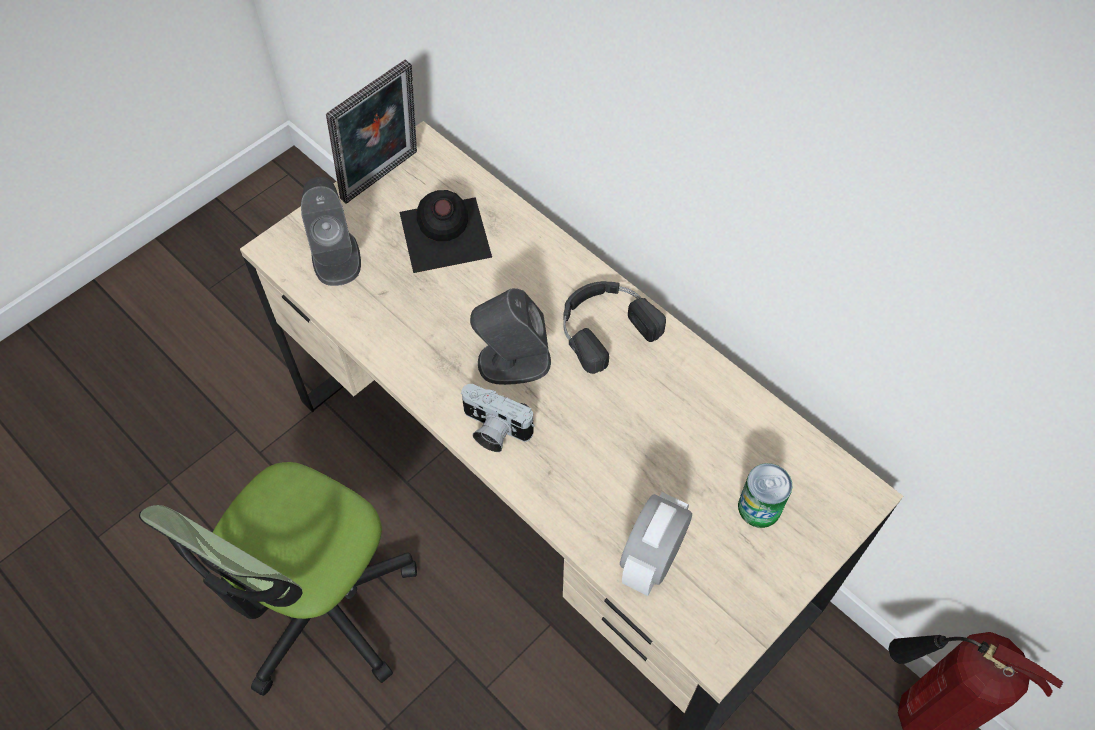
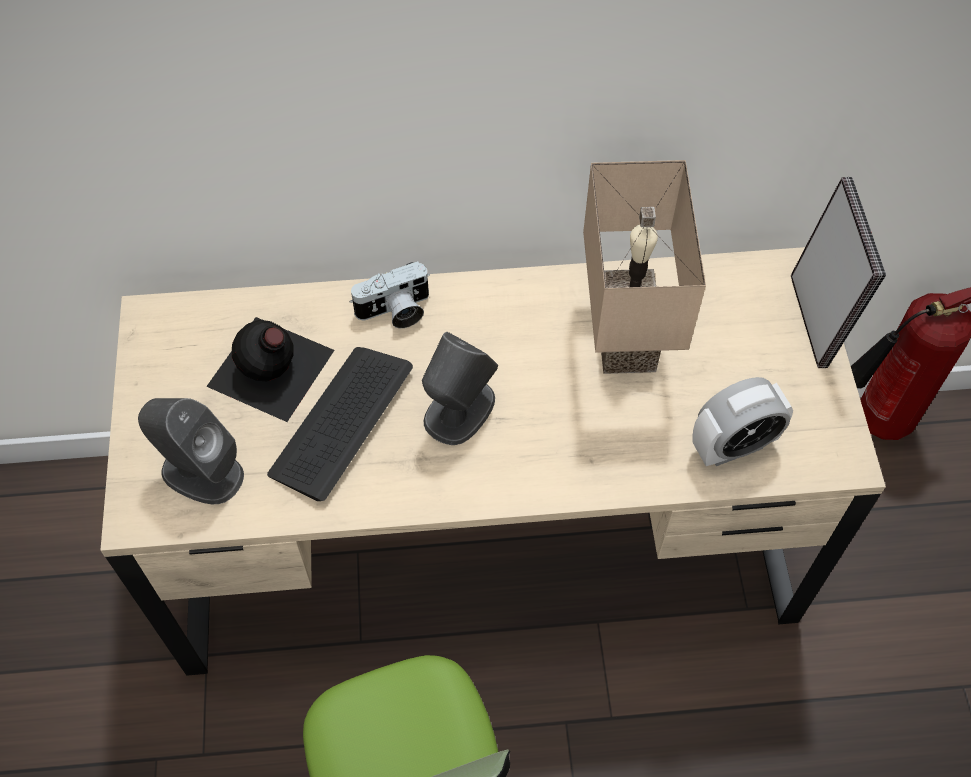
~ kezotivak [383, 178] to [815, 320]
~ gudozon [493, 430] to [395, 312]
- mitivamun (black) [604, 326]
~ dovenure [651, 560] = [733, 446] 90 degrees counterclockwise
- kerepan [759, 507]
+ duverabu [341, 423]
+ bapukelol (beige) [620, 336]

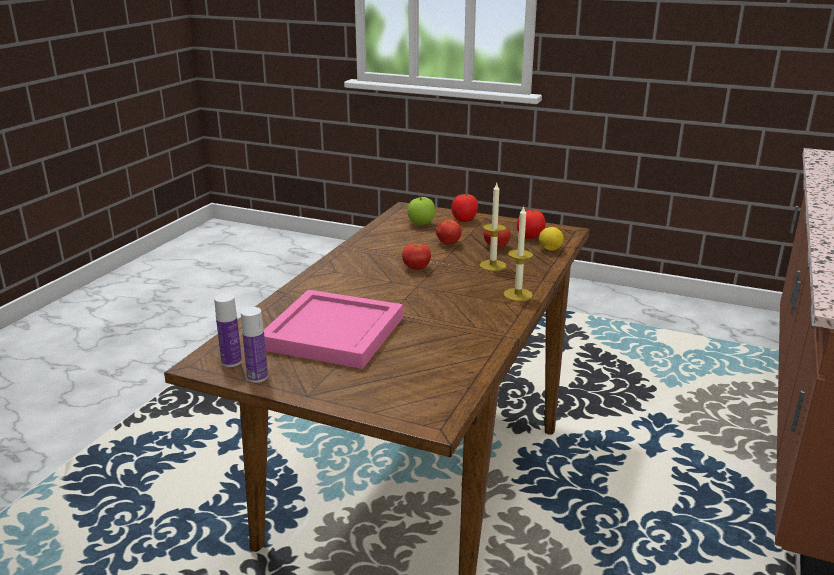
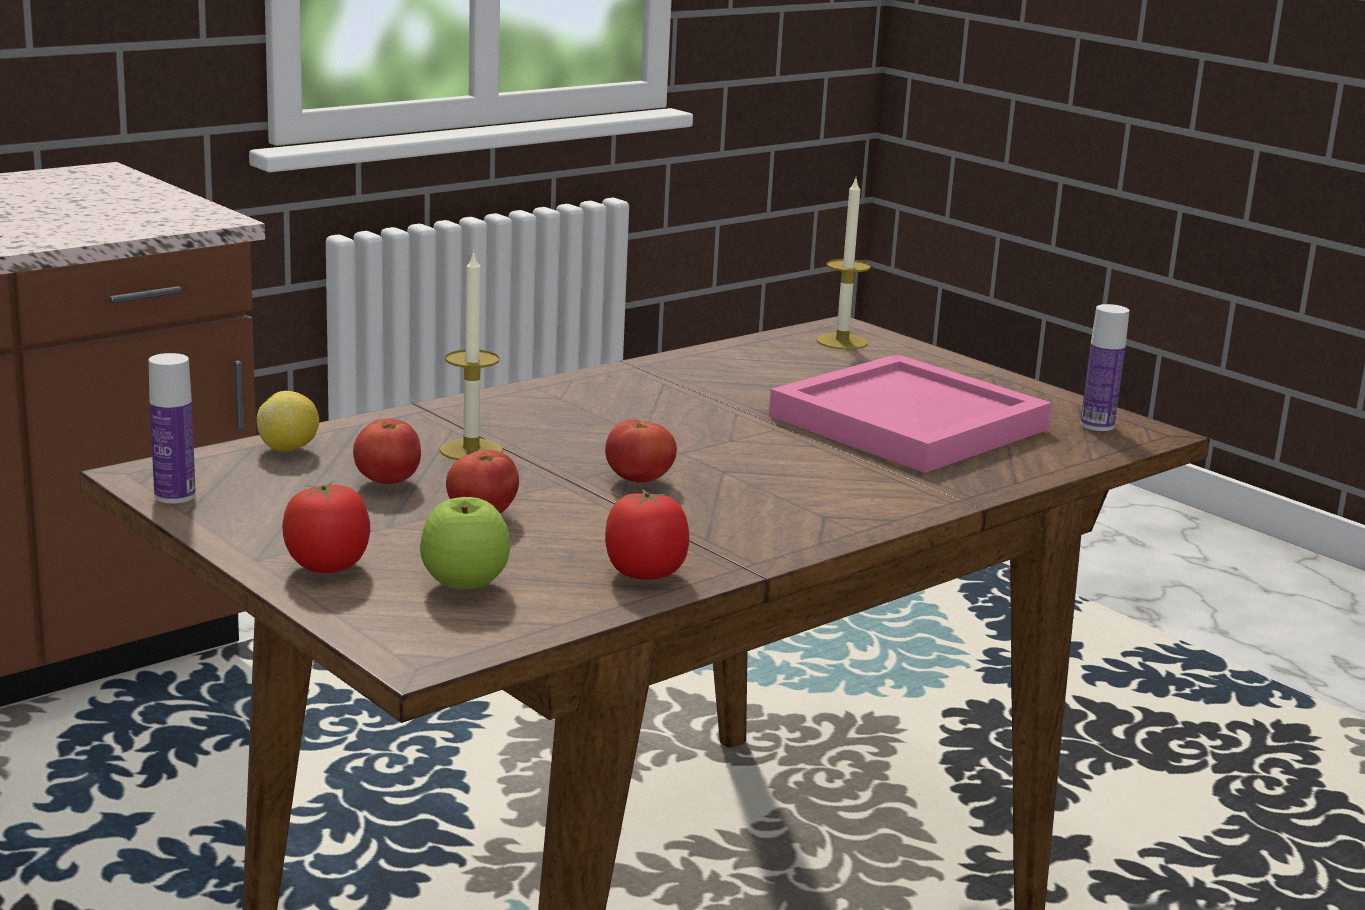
~ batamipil [257, 377] to [175, 496]
~ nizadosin [518, 294] to [842, 342]
~ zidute [529, 236] to [645, 573]

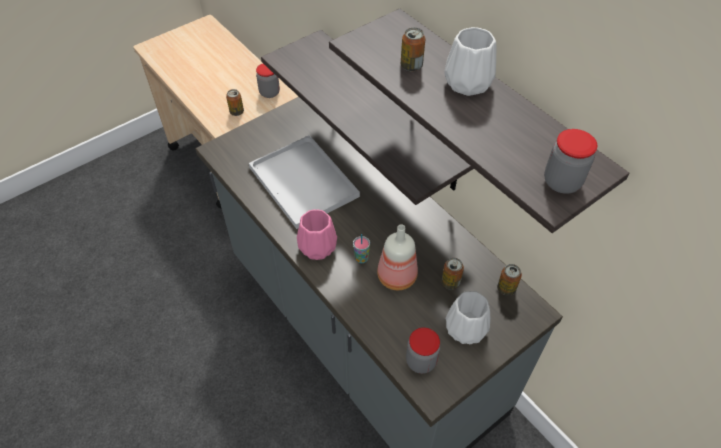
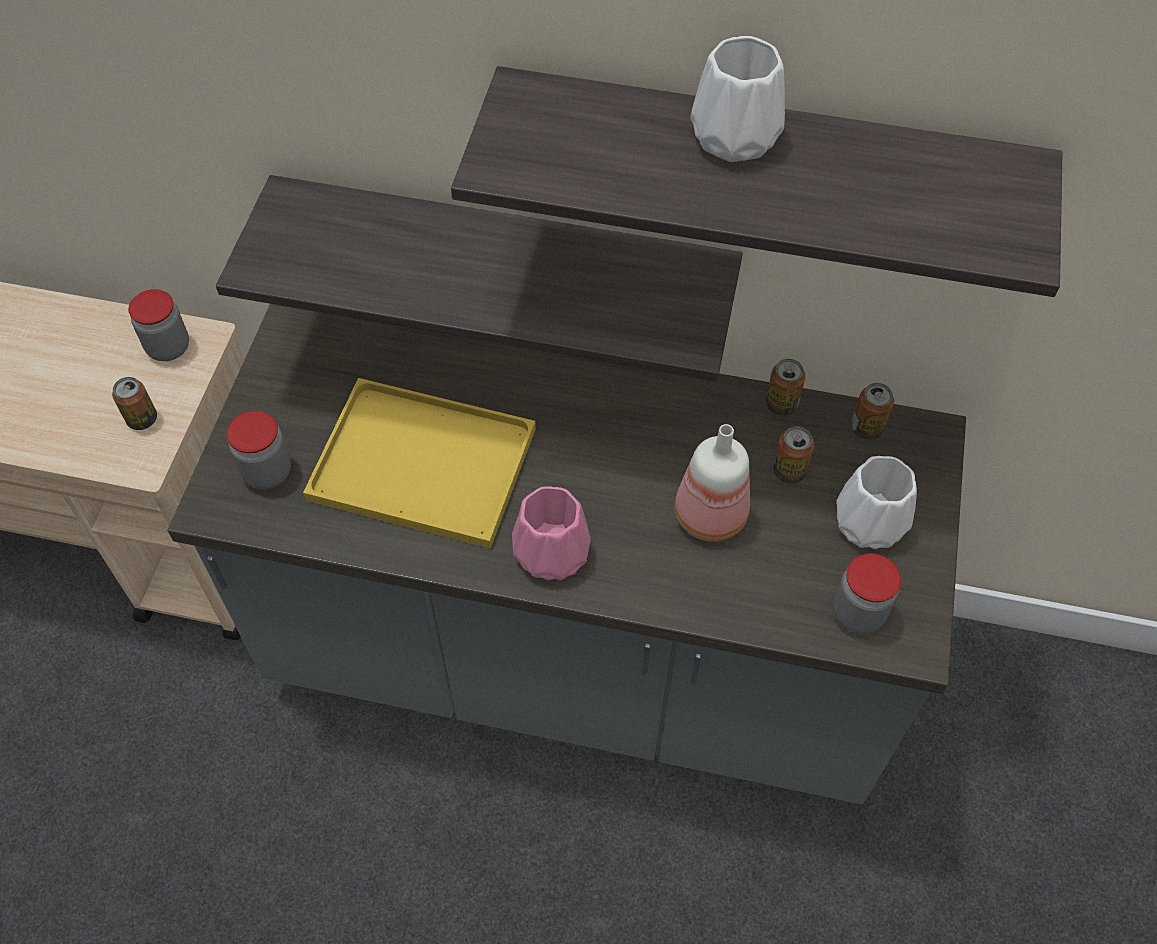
~ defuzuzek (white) [301, 181] to defuzuzek (yellow) [418, 465]
- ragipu [361, 258]
~ kerepan [411, 66] to [781, 404]
~ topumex [562, 182] to [267, 472]

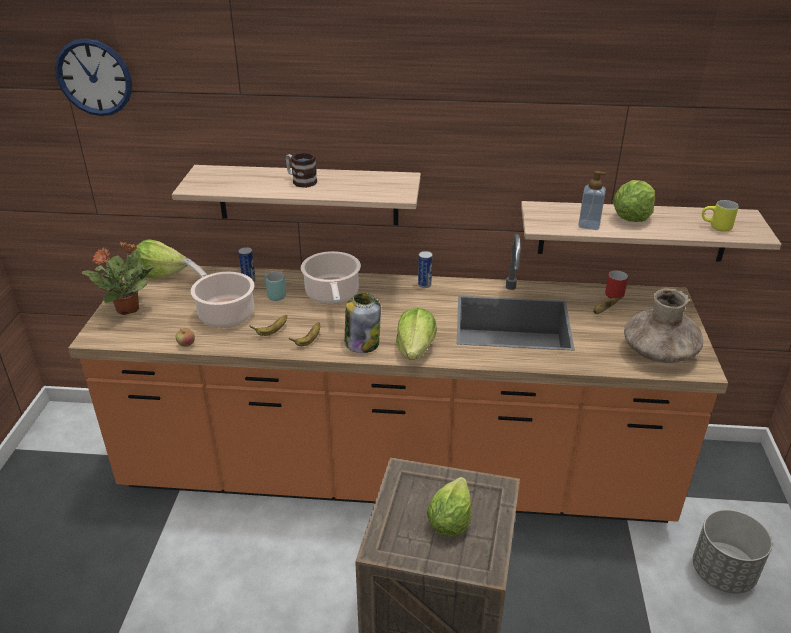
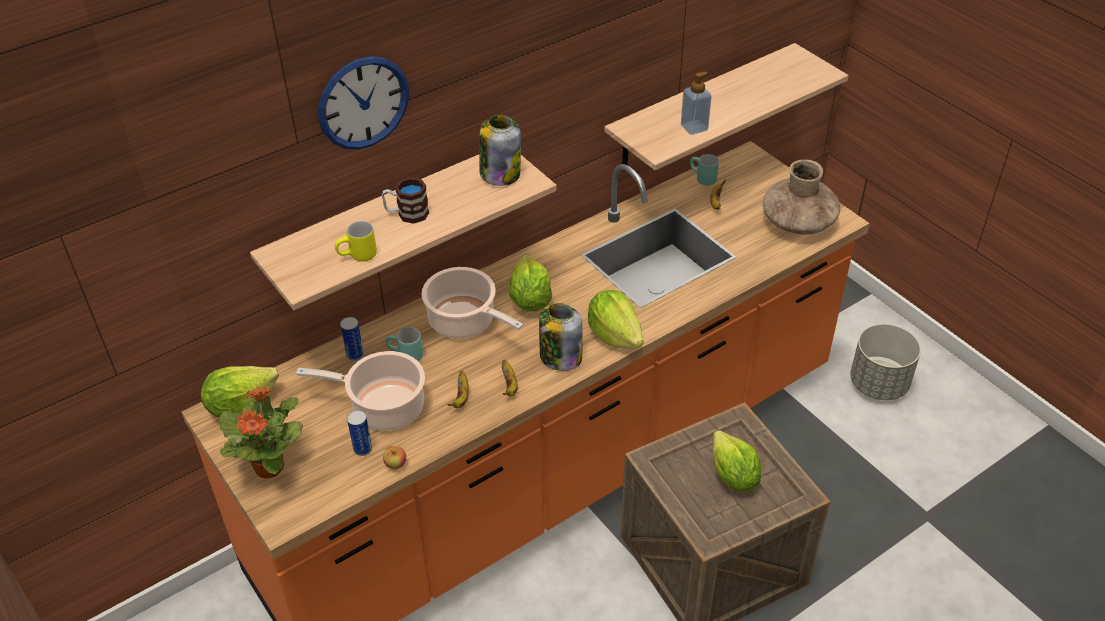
~ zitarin [94, 77] to [363, 103]
~ kerepan [424, 285] to [363, 449]
~ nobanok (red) [611, 293] to nobanok (turquoise) [701, 179]
~ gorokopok [632, 217] to [529, 300]
~ nobanok (yellow) [716, 228] to [358, 257]
+ topumex [500, 173]

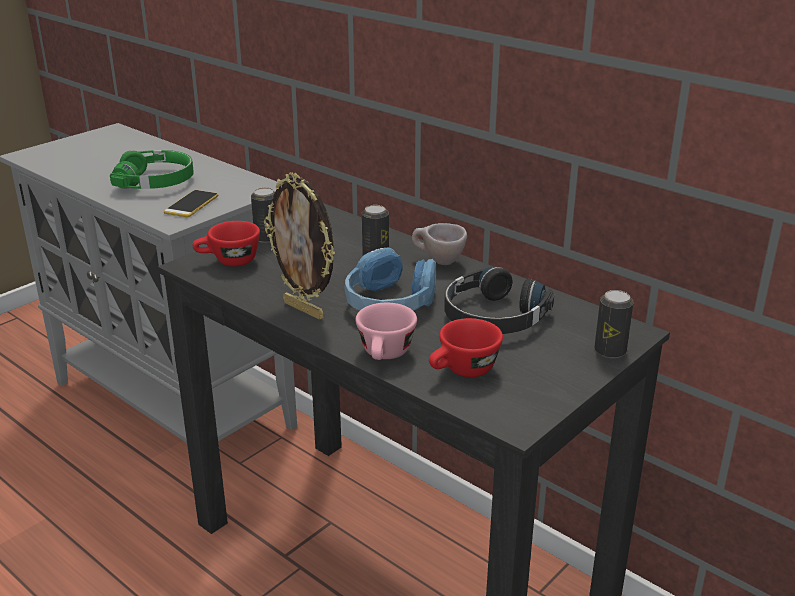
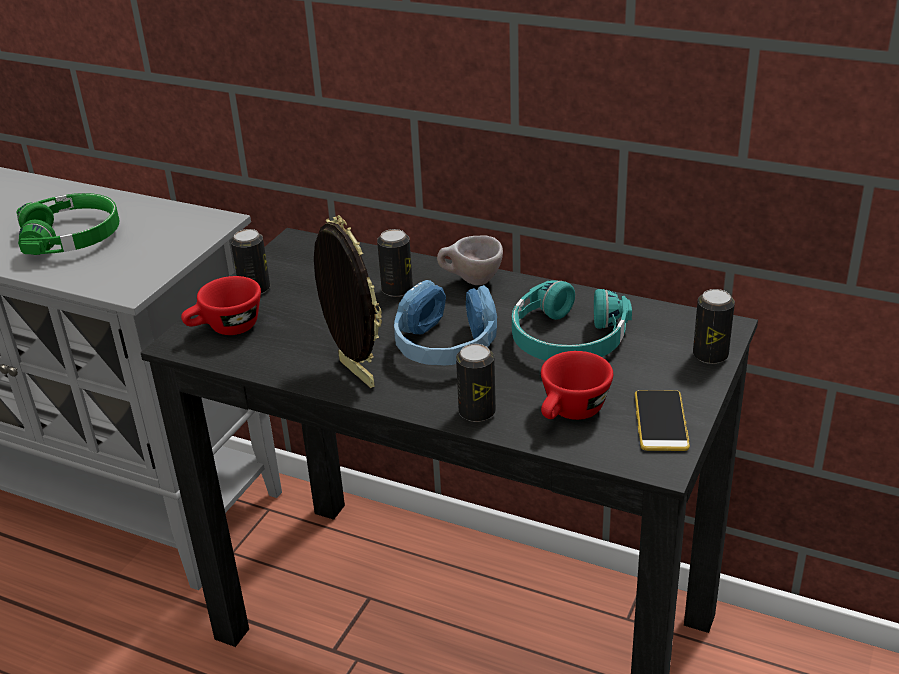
~ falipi [191, 204] to [661, 421]
~ kezotivak [305, 310] = [353, 374] 150 degrees counterclockwise
~ ragipu (pink) [385, 355] to kerepan [477, 412]
~ mitivamun (black) [492, 316] to mitivamun (turquoise) [567, 339]

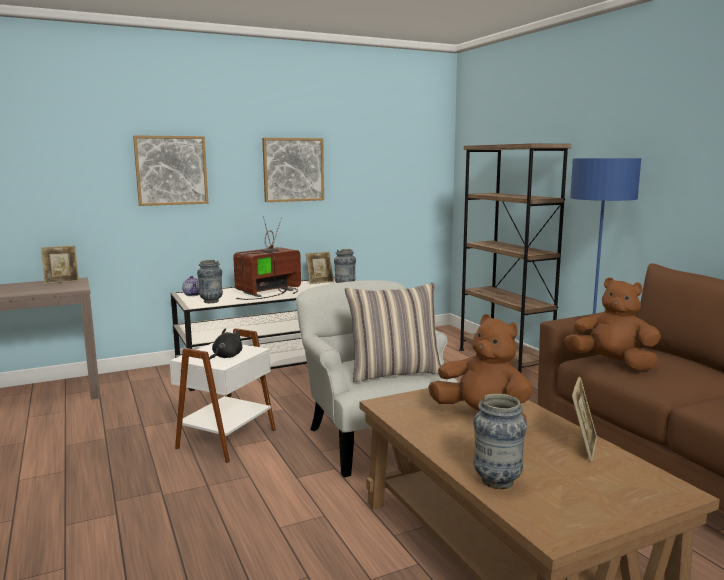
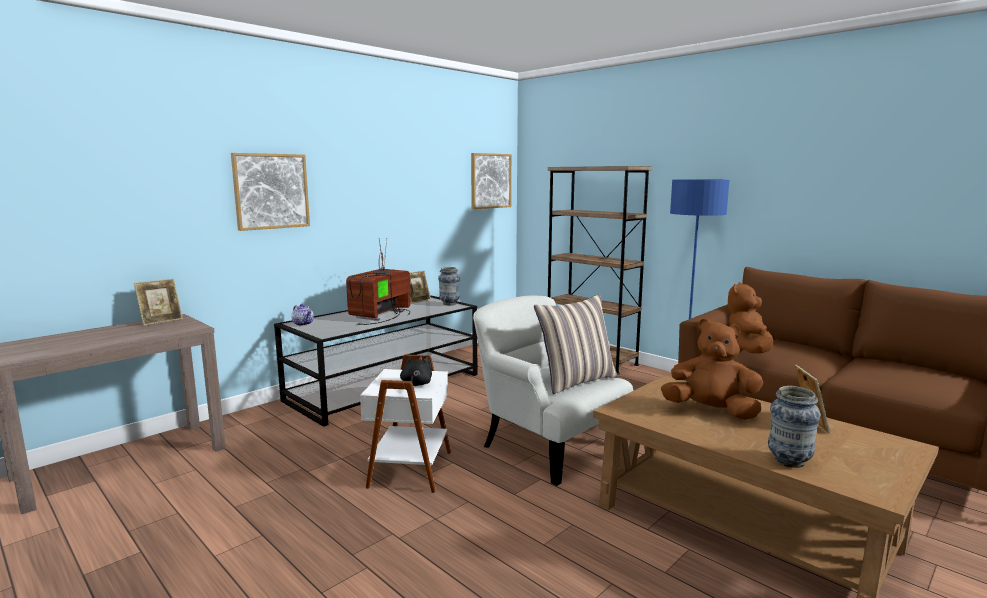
- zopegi [211, 301]
~ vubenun [293, 169] to [490, 181]
~ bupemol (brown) [612, 363] = [749, 352] 75 degrees counterclockwise

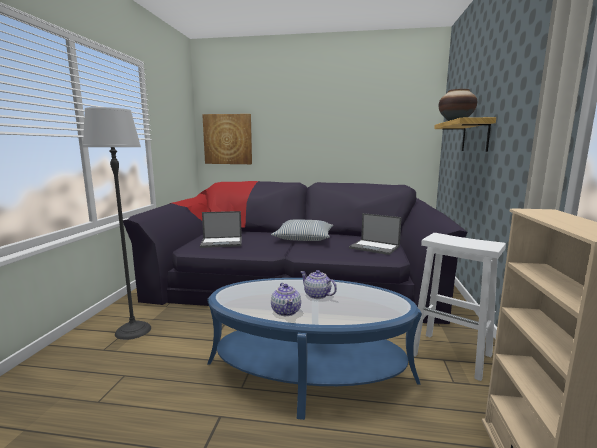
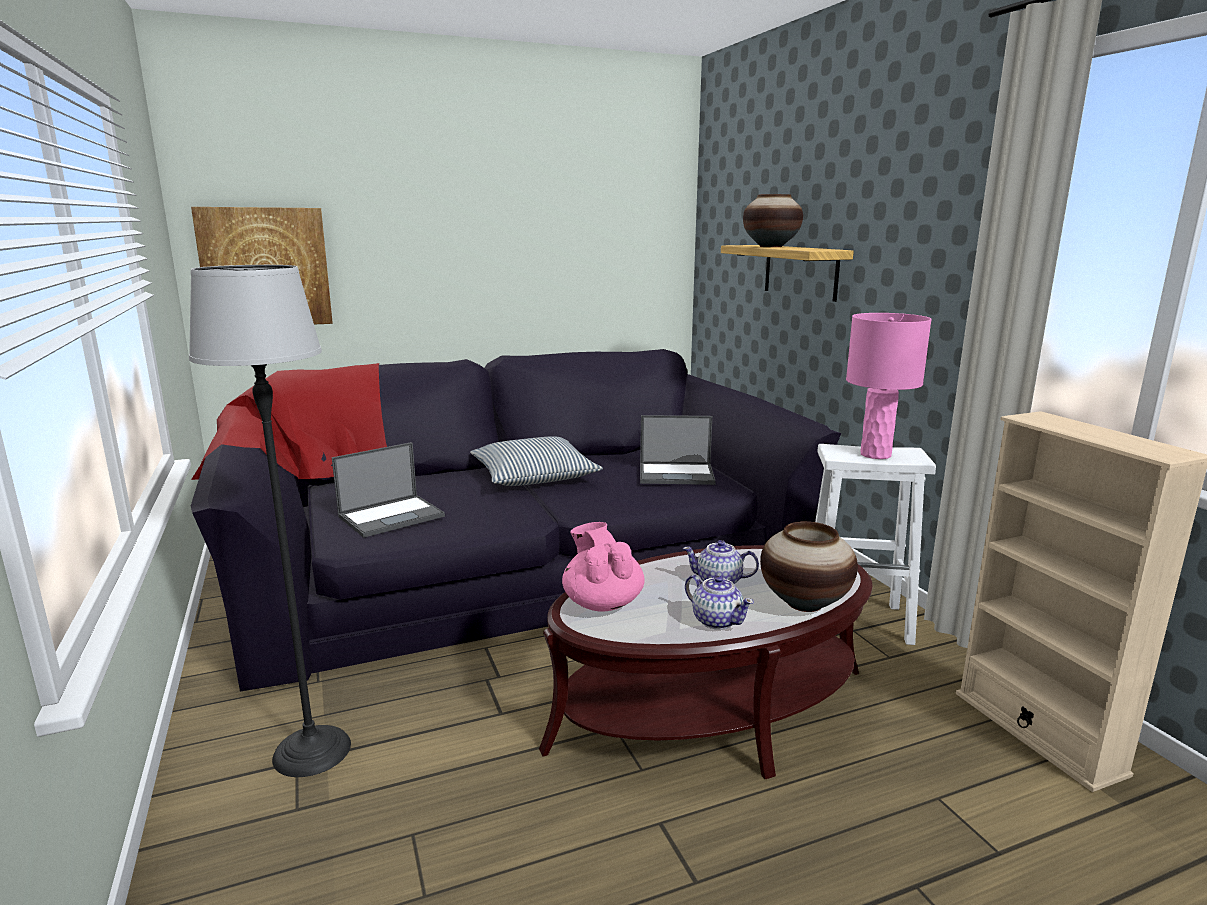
~ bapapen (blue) [309, 371] to bapapen (brown) [710, 708]
+ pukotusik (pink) [602, 603]
+ zopegi [804, 603]
+ bapukelol (pink) [876, 455]

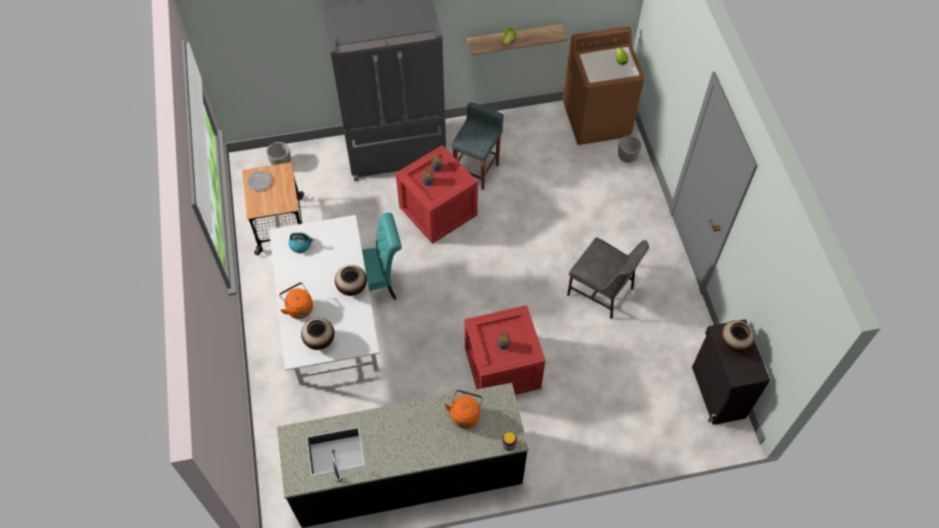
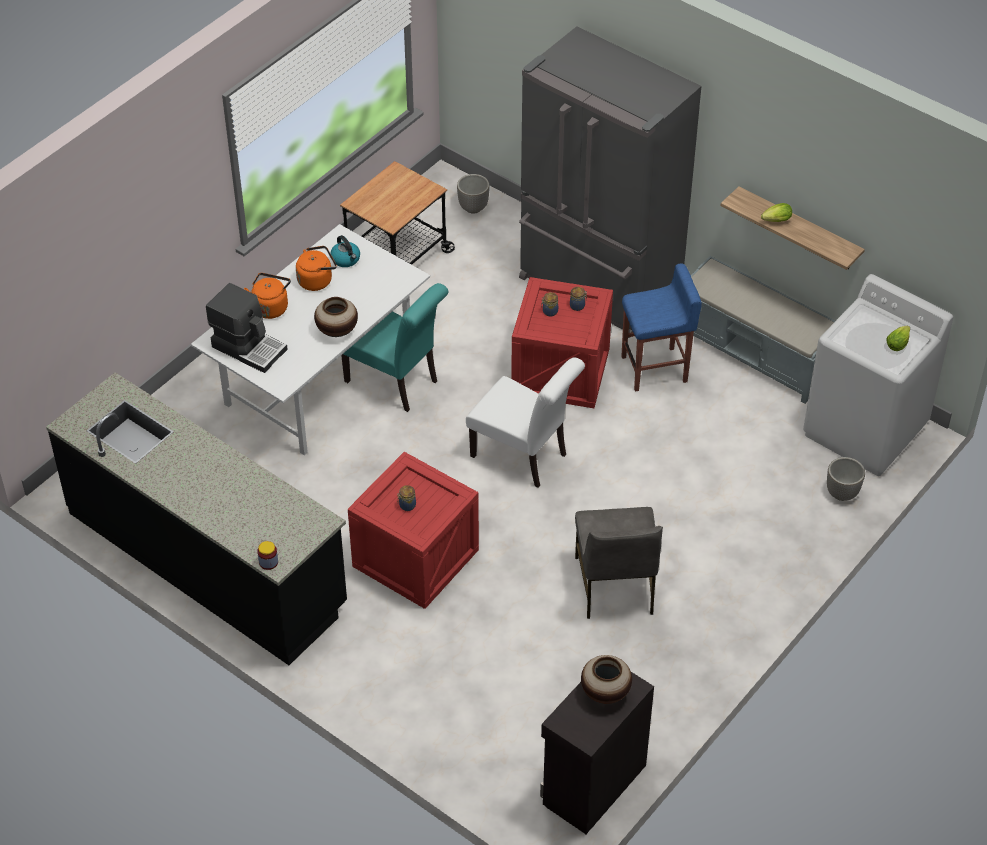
- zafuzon [259, 181]
~ zopegi [319, 340] to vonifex [249, 347]
~ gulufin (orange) [465, 414] to [317, 280]
~ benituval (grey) [477, 171] to benituval (blue) [655, 369]
~ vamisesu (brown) [597, 119] to vamisesu (white) [865, 430]
+ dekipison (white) [524, 457]
+ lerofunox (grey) [755, 353]

